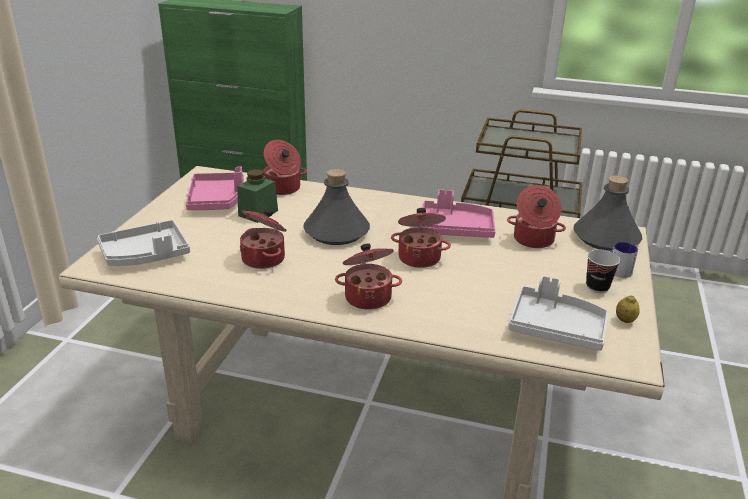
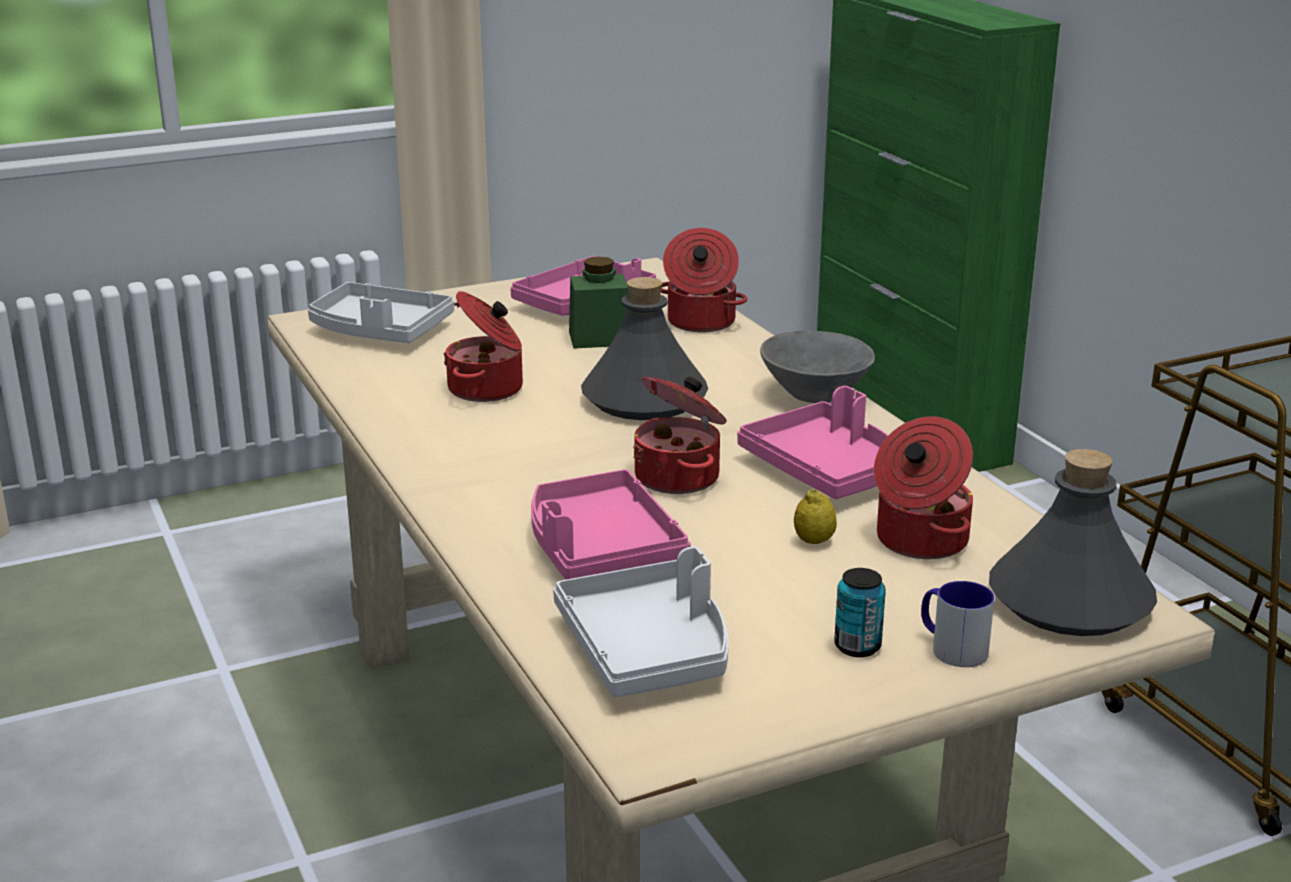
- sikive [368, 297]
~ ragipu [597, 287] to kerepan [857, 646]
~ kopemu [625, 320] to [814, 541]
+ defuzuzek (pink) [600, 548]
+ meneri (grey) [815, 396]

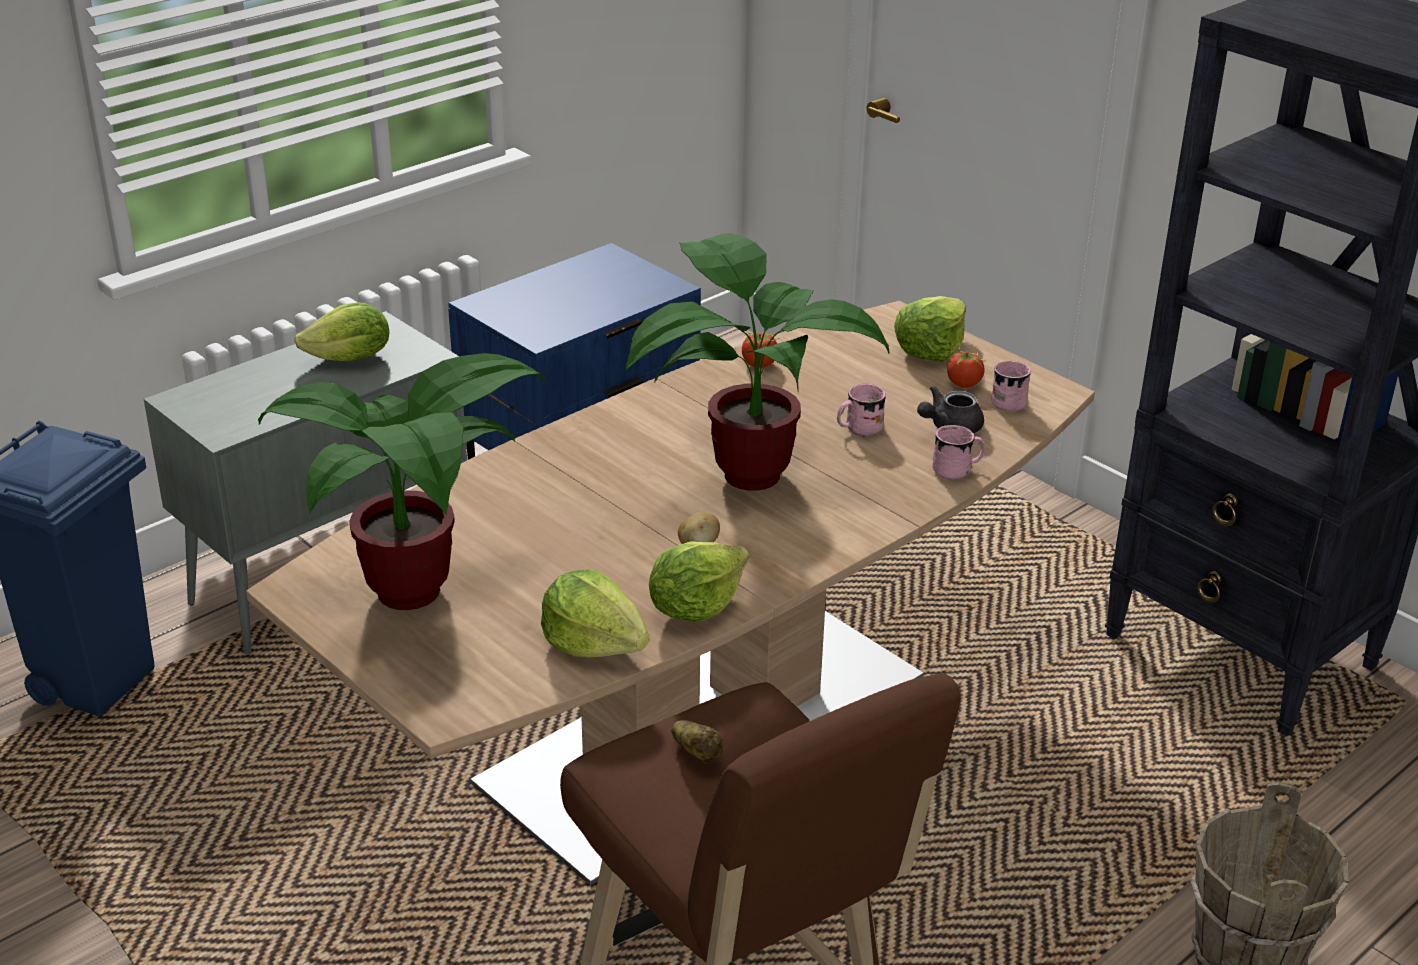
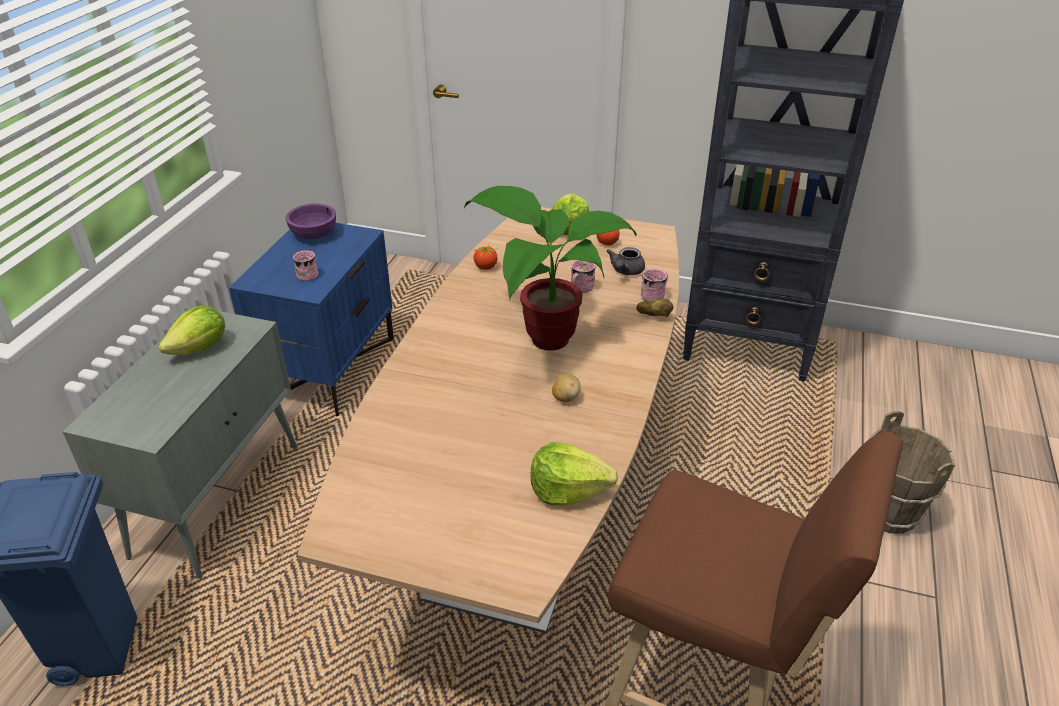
- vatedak [415, 598]
- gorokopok [695, 607]
~ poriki [697, 754] to [654, 315]
~ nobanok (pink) [1008, 400] to [306, 274]
+ meneri (purple) [314, 235]

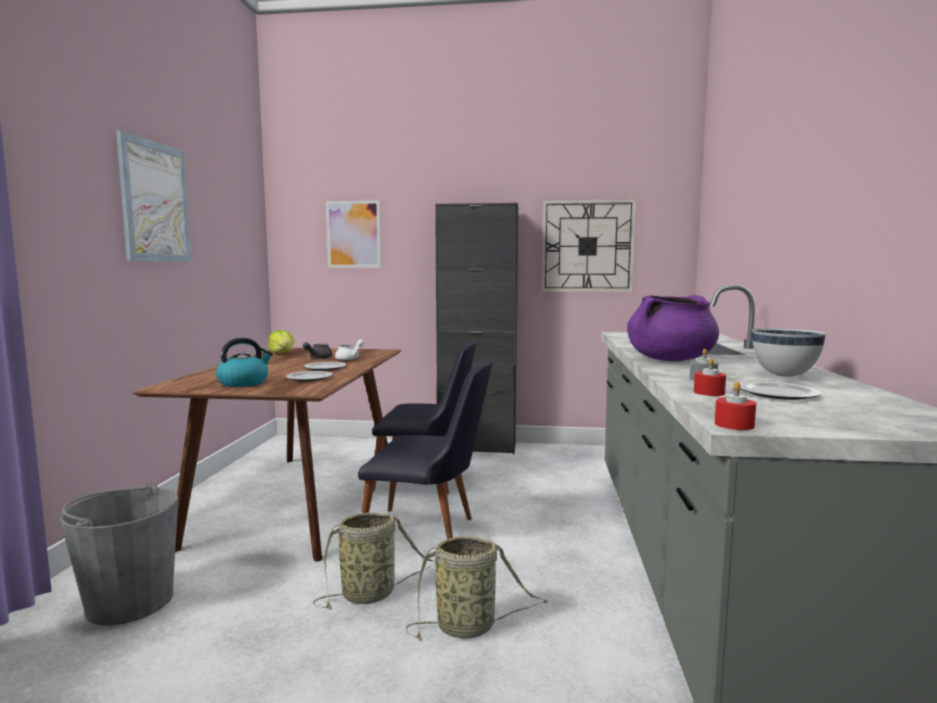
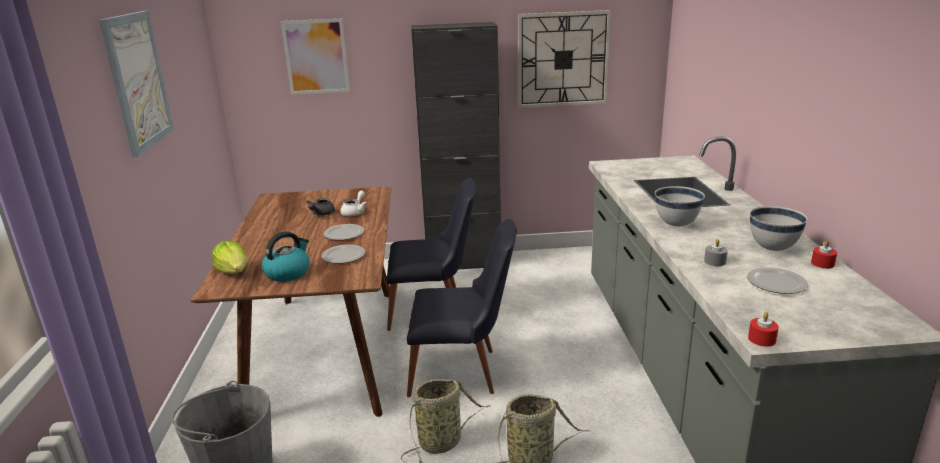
~ gorokopok [282, 353] to [234, 271]
~ sikive (purple) [670, 360] to meneri (white) [676, 224]
~ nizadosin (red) [709, 392] to [822, 263]

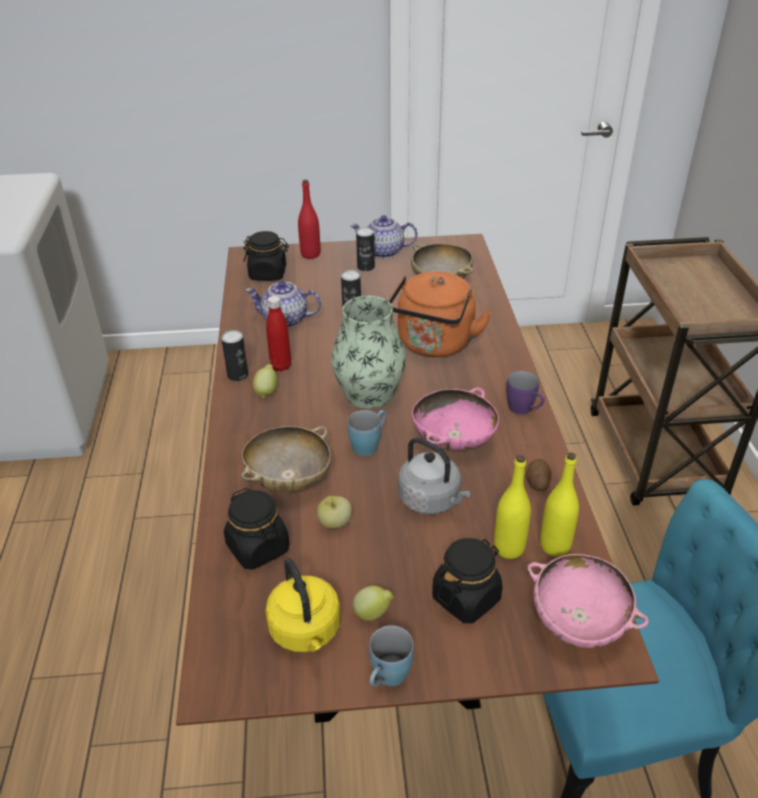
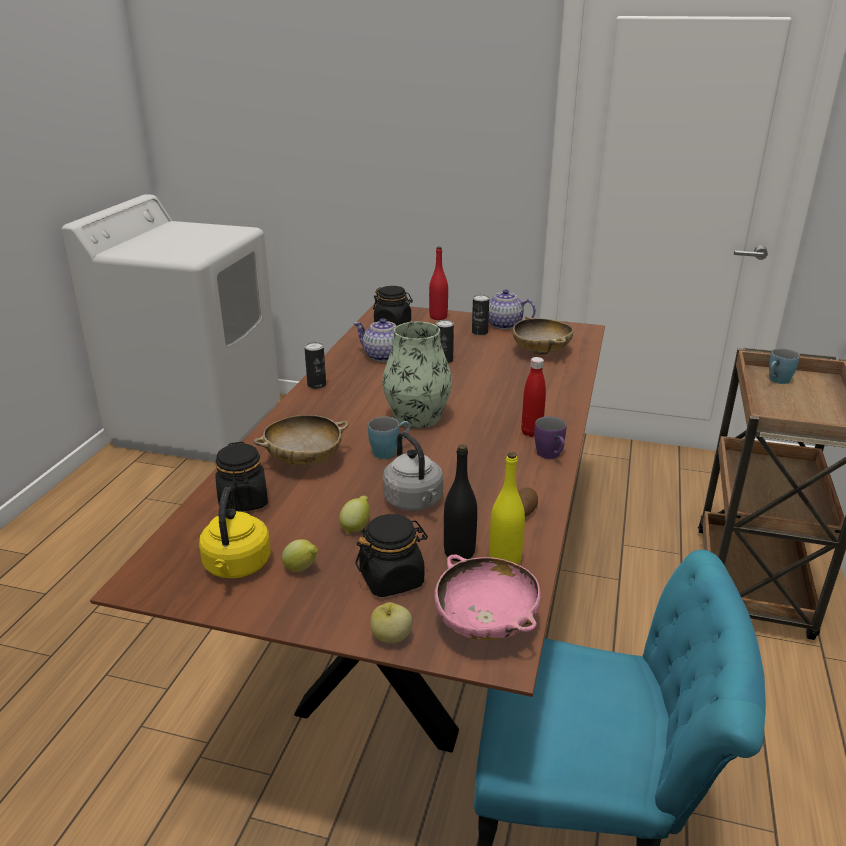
~ kopemu [267, 391] to [356, 527]
~ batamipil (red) [281, 366] to [531, 433]
~ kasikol [335, 523] to [391, 637]
~ nobanok (blue) [387, 678] to [776, 381]
- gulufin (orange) [434, 345]
- meneri (pink) [454, 439]
~ batamipil (yellow) [509, 548] to batamipil (black) [459, 553]

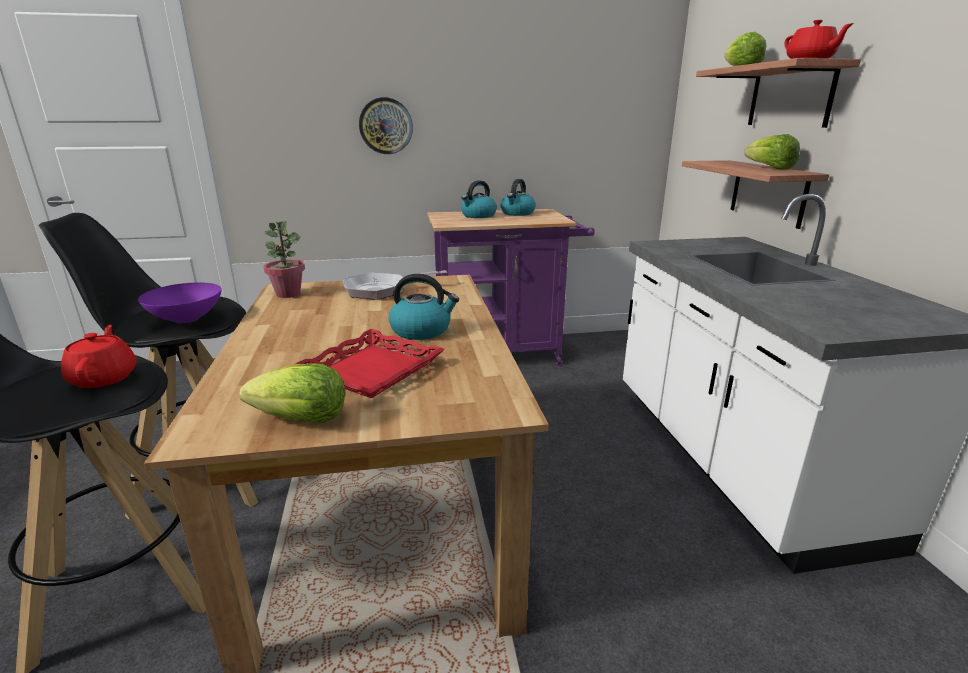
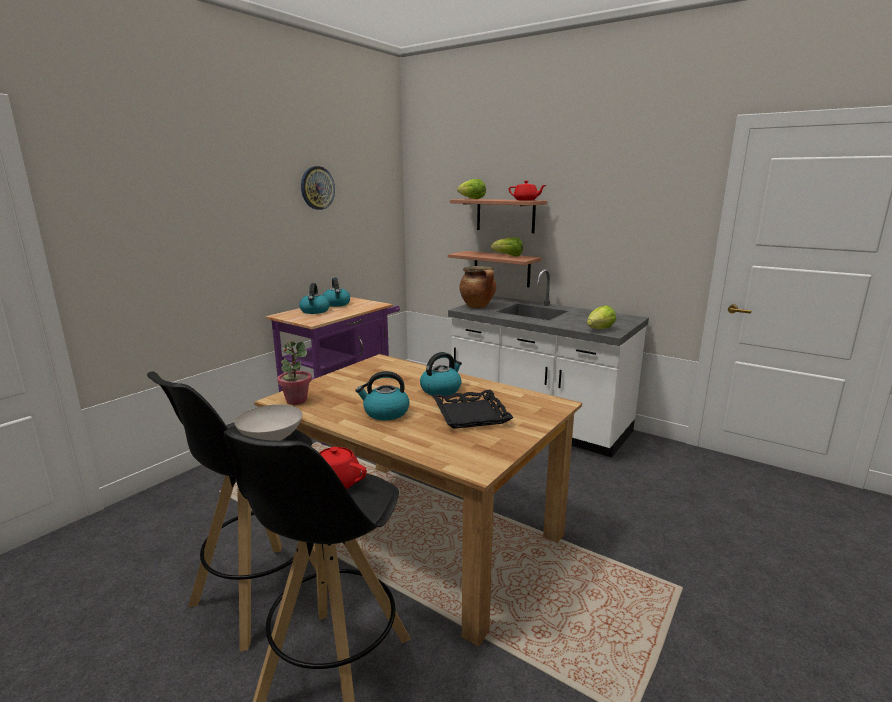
~ meneri (purple) [188, 319] to meneri (white) [272, 439]
~ gorokopok [302, 420] to [600, 329]
~ defuzuzek (red) [371, 370] to defuzuzek (black) [470, 414]
- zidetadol [381, 290]
~ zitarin [386, 126] to [317, 188]
+ gulufin [385, 413]
+ sikive [478, 306]

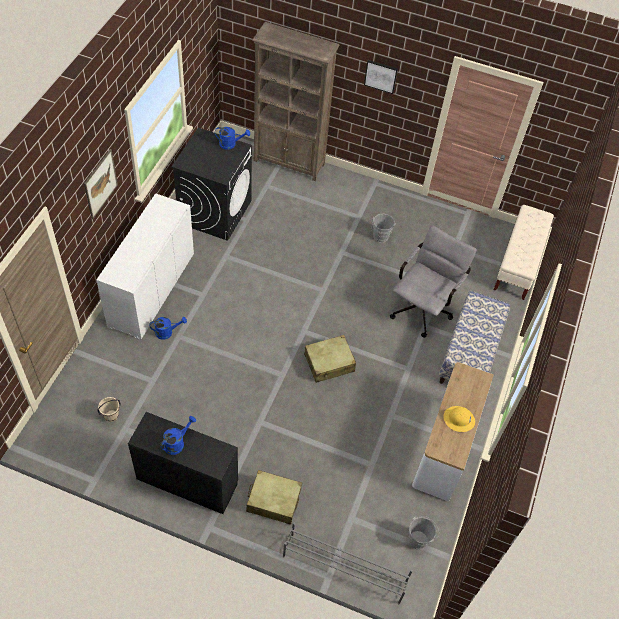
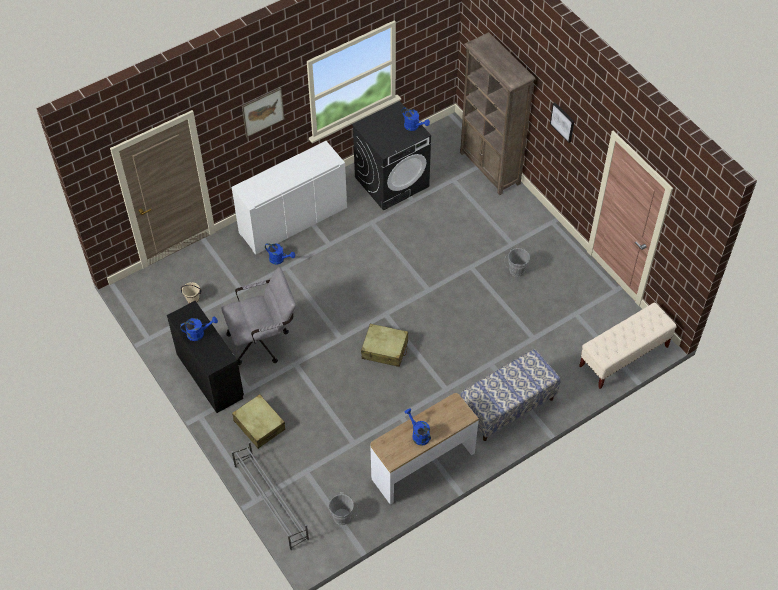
~ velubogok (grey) [423, 307] to [263, 340]
~ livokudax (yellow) [459, 419] to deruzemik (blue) [418, 435]

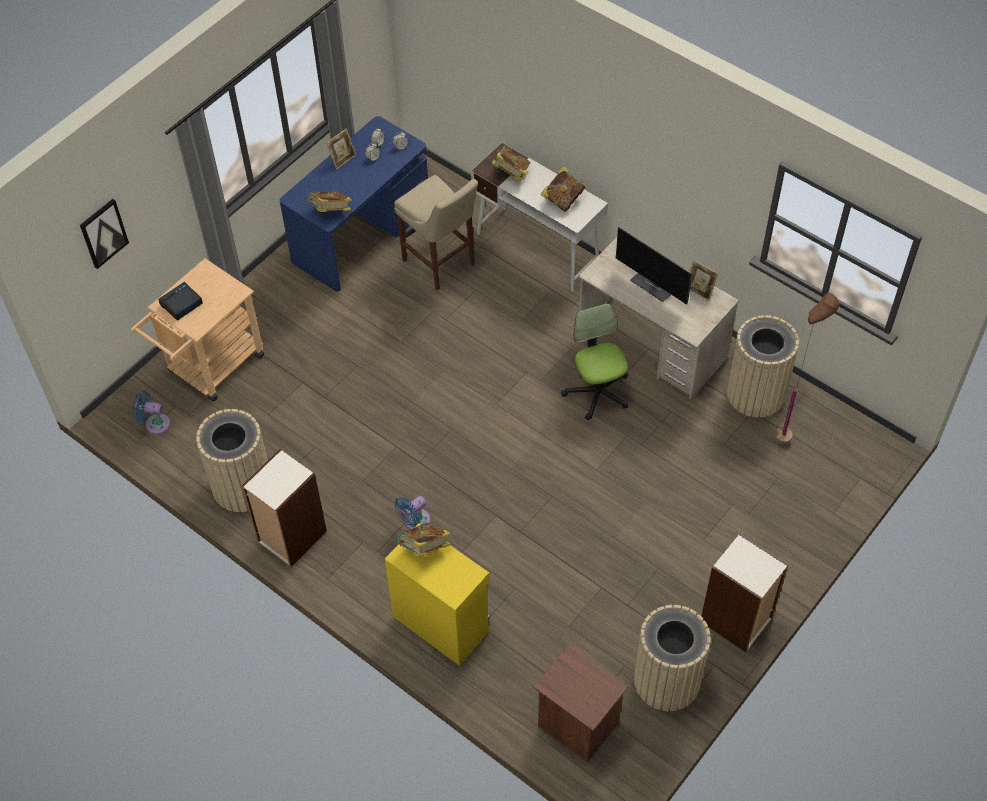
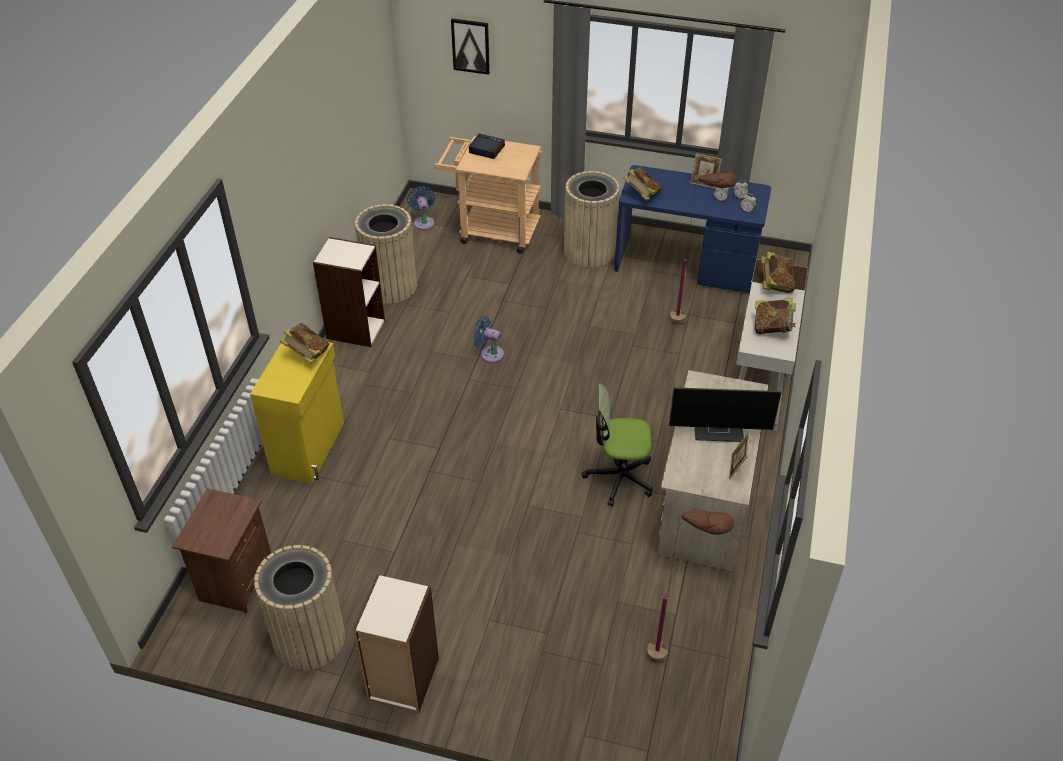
~ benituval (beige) [440, 264] to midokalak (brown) [691, 322]
~ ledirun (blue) [415, 522] to [489, 353]
~ velubogok [597, 392] = [619, 477] 135 degrees counterclockwise
~ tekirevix [655, 284] = [719, 430] 105 degrees counterclockwise
~ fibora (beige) [756, 393] to [589, 251]

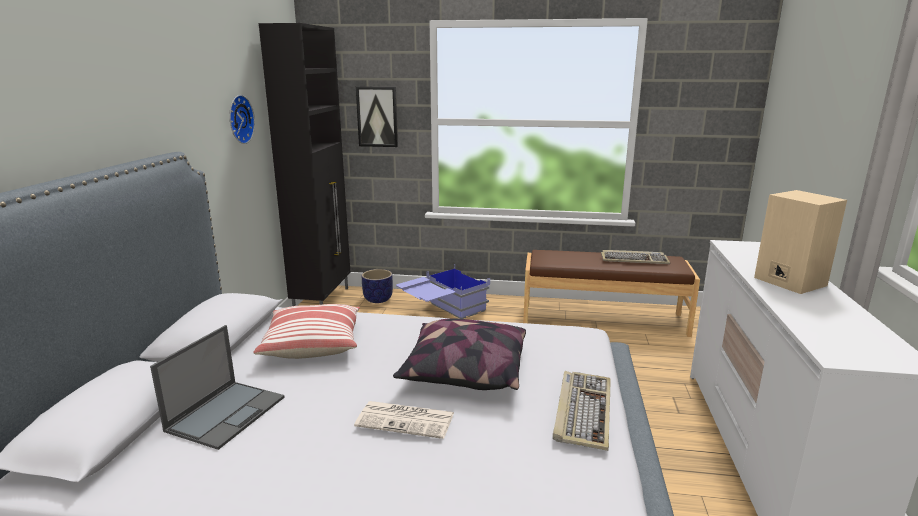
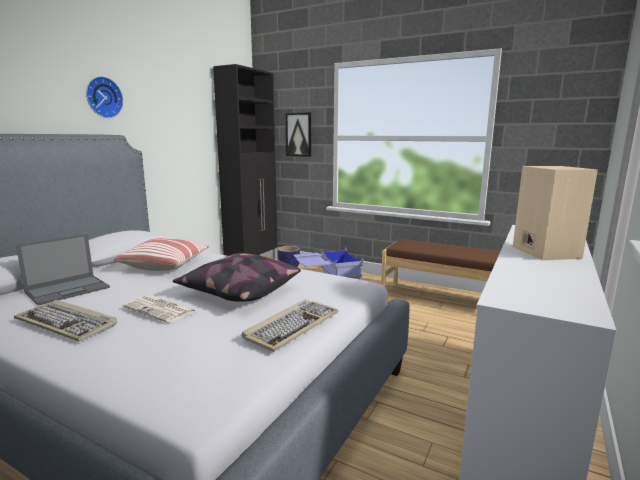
~ zitarin [238, 119] to [103, 97]
~ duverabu [634, 260] to [67, 323]

